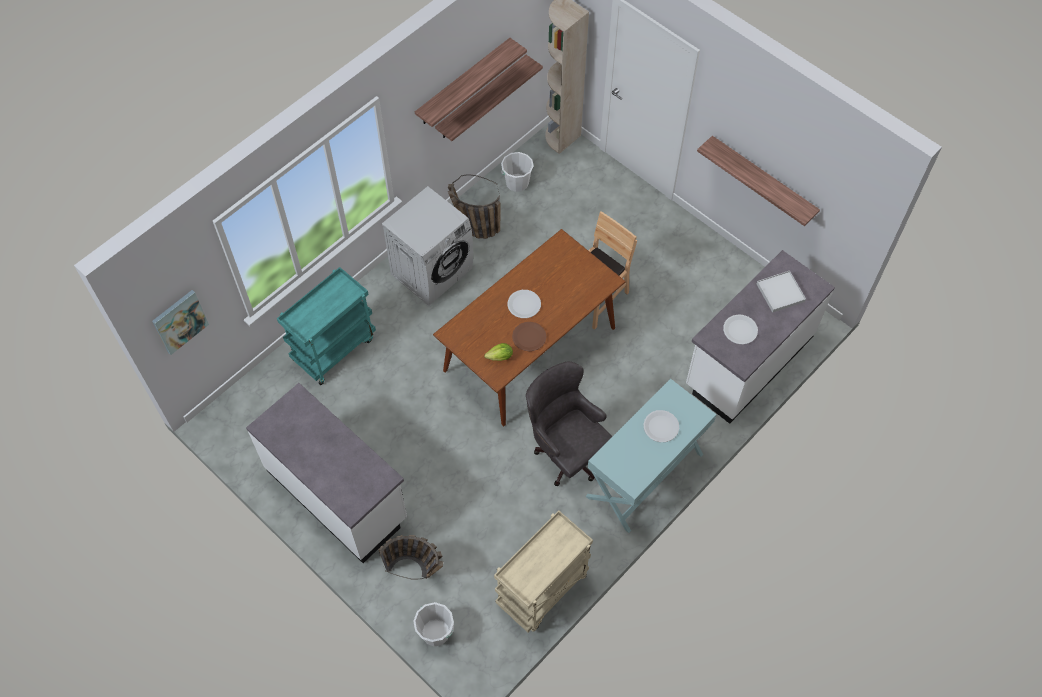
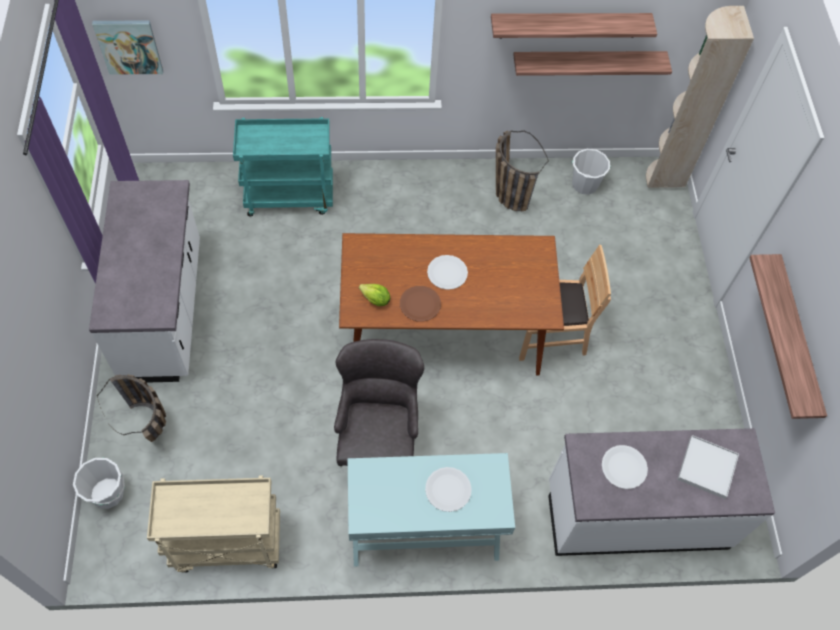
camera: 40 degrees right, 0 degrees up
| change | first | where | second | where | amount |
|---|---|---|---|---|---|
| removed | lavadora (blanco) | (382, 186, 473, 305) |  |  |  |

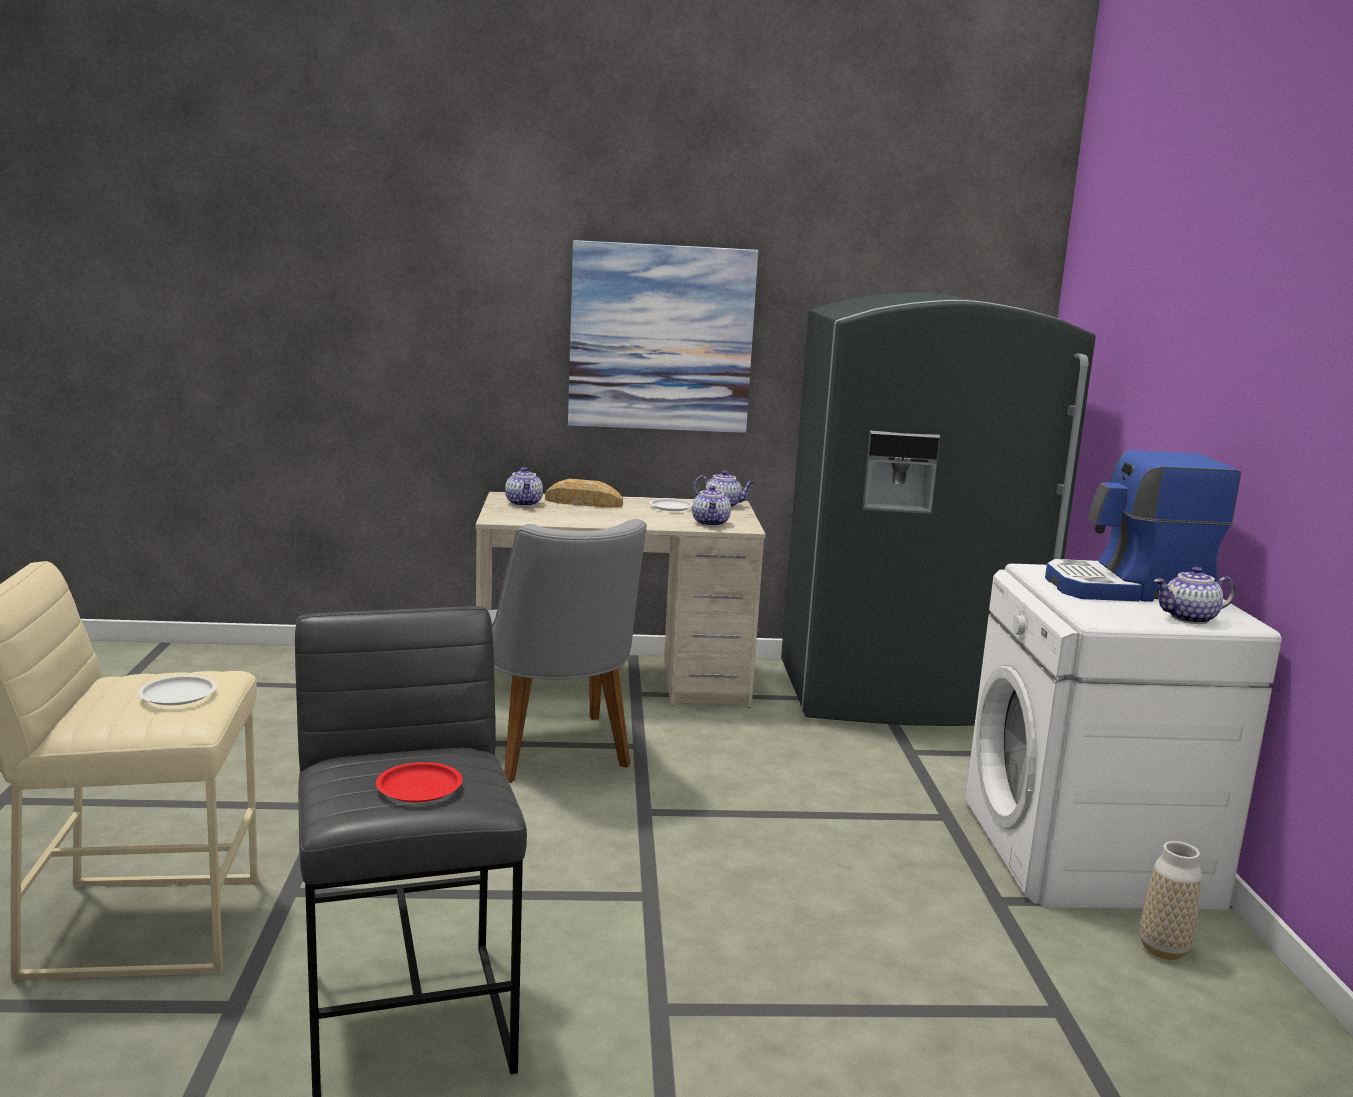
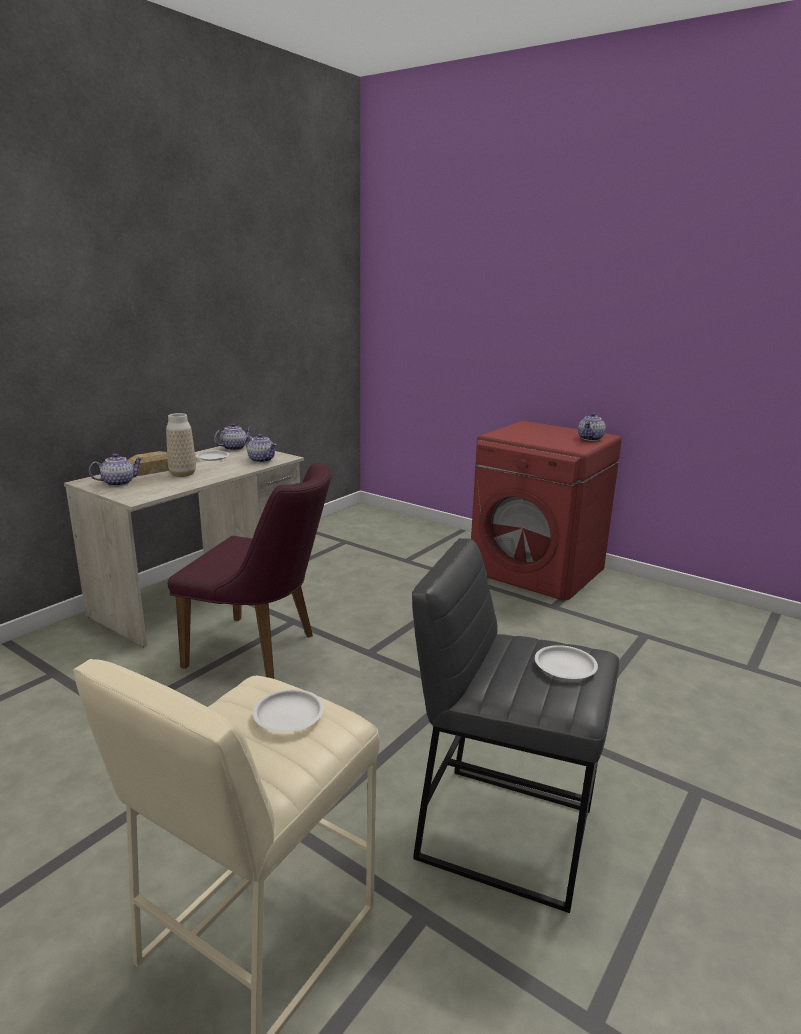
camera: 50 degrees left, 5 degrees up
| change | first | where | second | where | amount |
|---|---|---|---|---|---|
| removed | cuadro | (568, 240, 758, 433) |  |  |  |
| removed | nevera (gris) | (781, 292, 1096, 726) |  |  |  |
| removed | cafetera | (1045, 450, 1241, 602) |  |  |  |
| moved | florero | (1140, 841, 1202, 960) |  | (166, 413, 196, 477) |  |
| recoloured | plato (rojo) | (376, 762, 463, 802) | plato (blanco) | (535, 645, 598, 679) |  |
| recoloured | silla (gris) | (487, 519, 647, 783) | silla (morado) | (167, 462, 332, 679) |  |
| recoloured | lavadora (blanco) | (965, 564, 1281, 910) | lavadora (rojo) | (471, 421, 622, 601) |  |
| turned | tetera | (505, 467, 543, 507) |  | (89, 453, 143, 486) | 60 degrees counterclockwise |

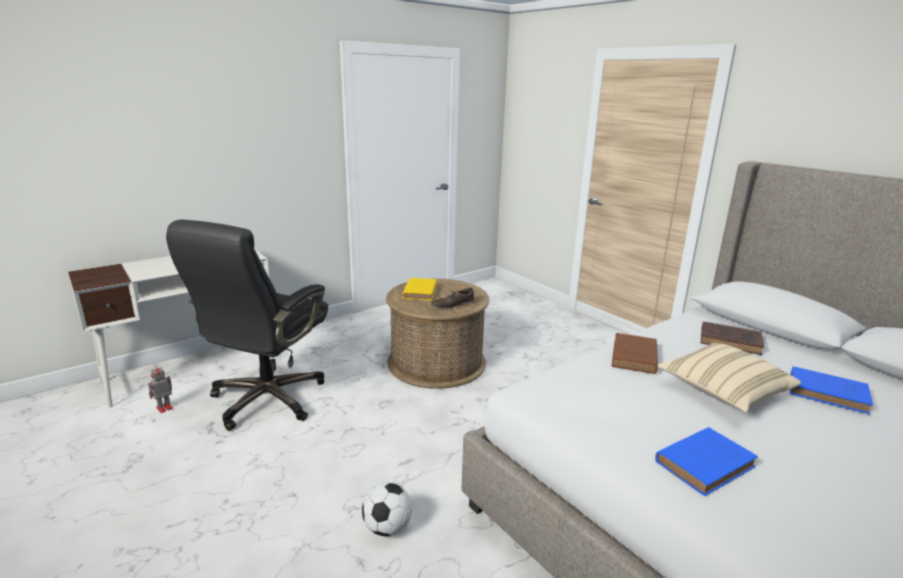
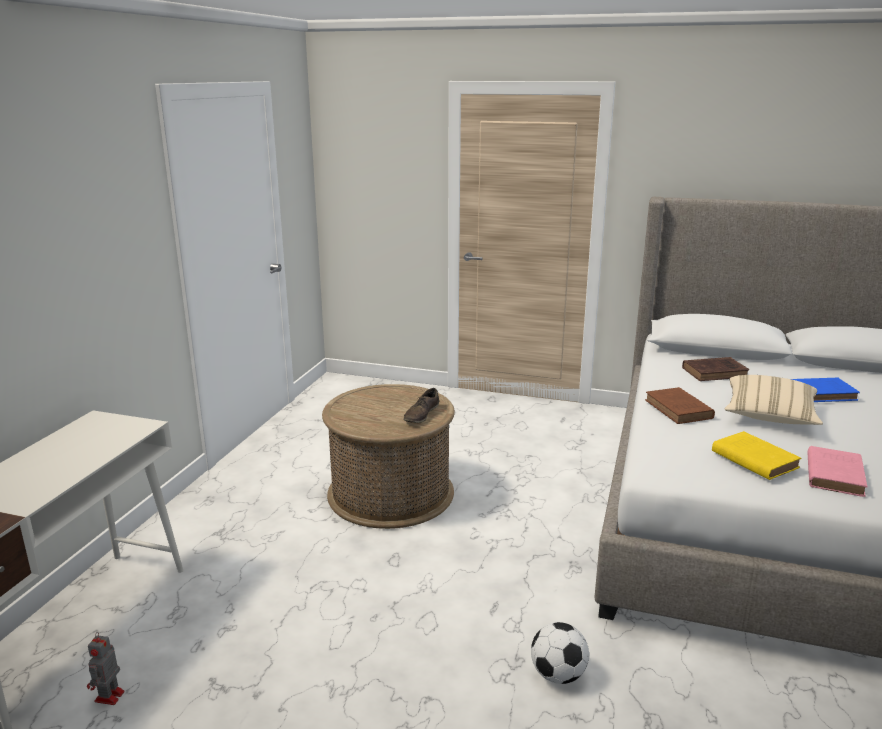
camera: 35 degrees left, 0 degrees up
| change | first | where | second | where | amount |
|---|---|---|---|---|---|
| removed | silla de oficina (negro) | (166, 219, 328, 431) |  |  |  |
| moved | libro (amarillo) | (402, 278, 436, 300) |  | (712, 431, 802, 480) |  |
| recoloured | libro (azul) | (655, 427, 758, 496) | libro (rosa) | (807, 446, 867, 497) |  |

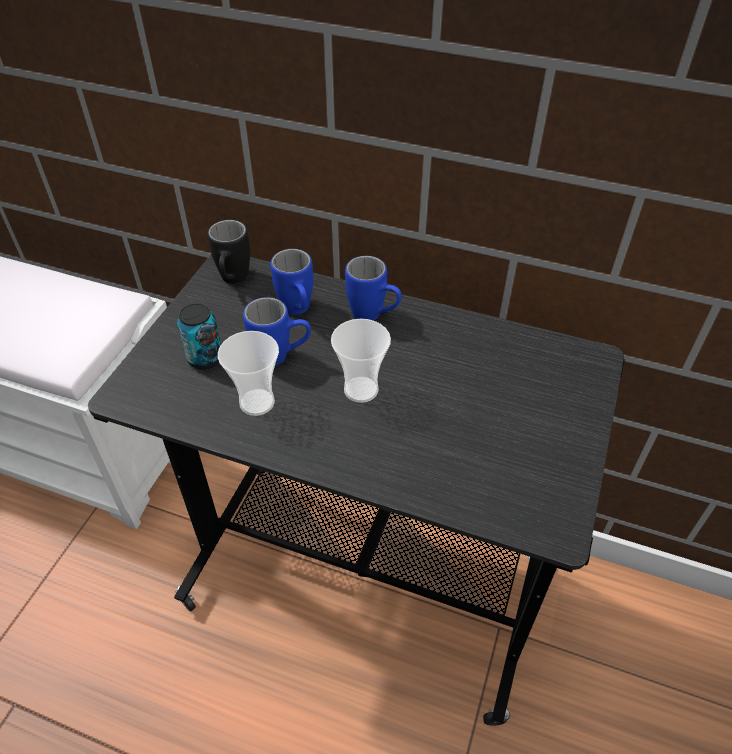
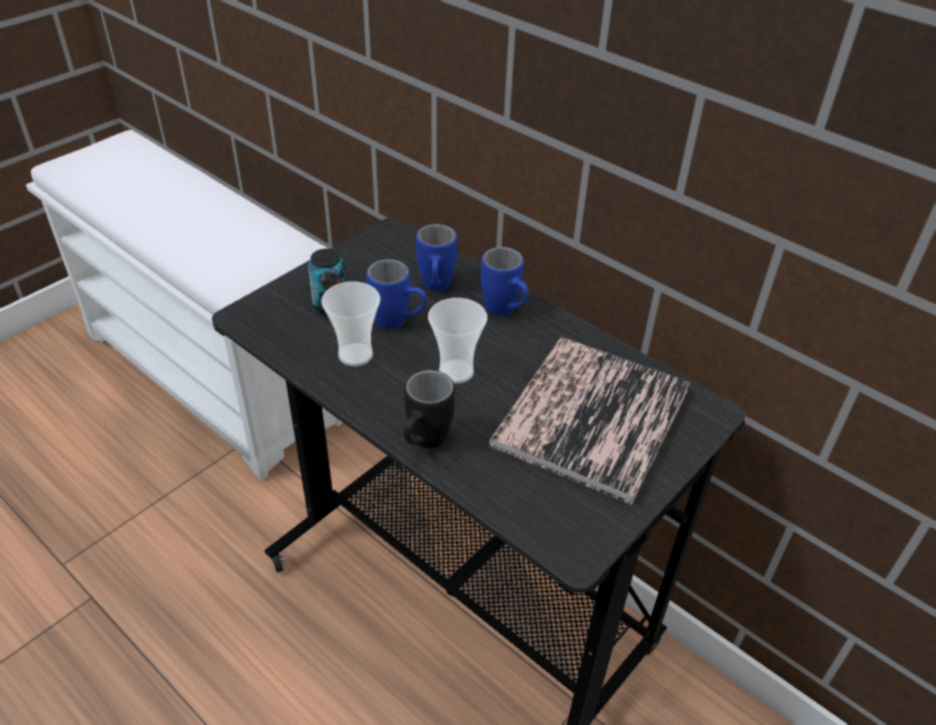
camera: 20 degrees right, 5 degrees down
| change | first | where | second | where | amount |
|---|---|---|---|---|---|
| added |  |  | libro | (489, 338, 690, 505) |  |
| moved | taza grande (negro) | (208, 220, 250, 284) |  | (404, 370, 455, 448) |  |

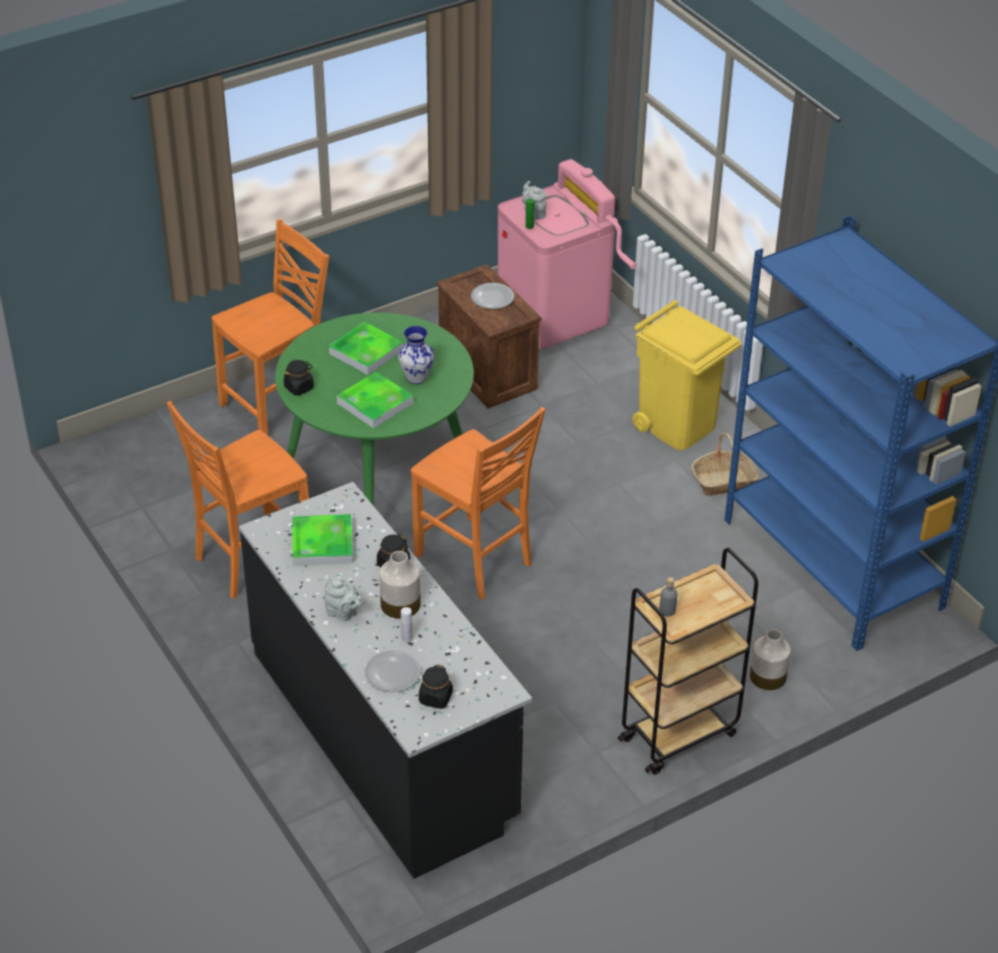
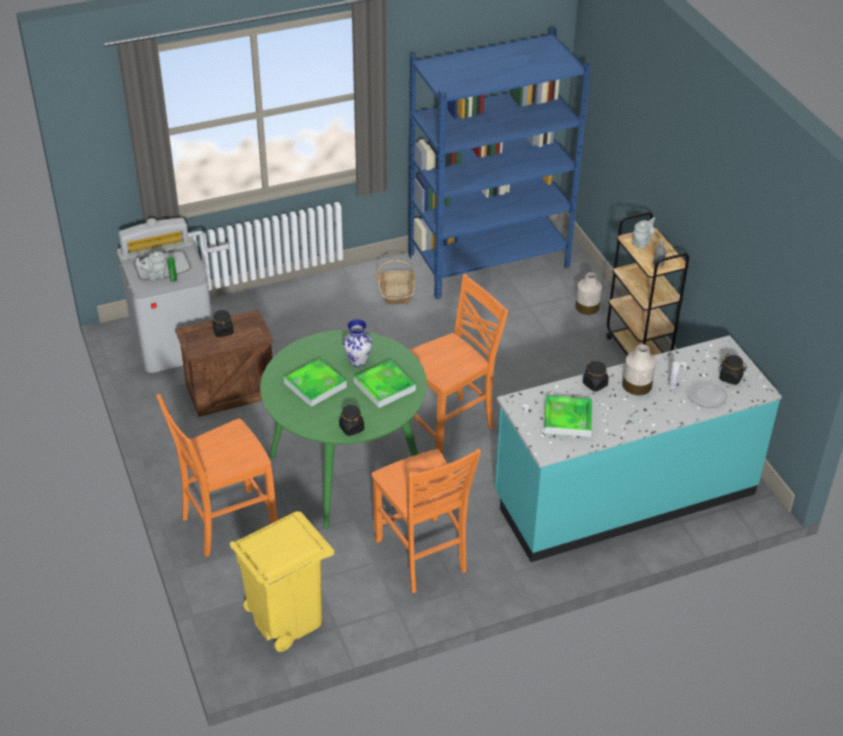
camera: 80 degrees left, 0 degrees up
| change | first | where | second | where | amount |
|---|---|---|---|---|---|
| moved | tetera (gris) | (324, 578, 366, 621) |  | (633, 217, 655, 249) |  |
| moved | papelera (amarillo) | (632, 300, 741, 450) |  | (230, 511, 334, 652) |  |
| replaced | plato | (471, 283, 514, 309) | tarro (negro) | (212, 310, 234, 337) |  |
| recoloured | mueble bajo de cocina (negro) | (239, 482, 532, 879) | mueble bajo de cocina (turquesa) | (495, 335, 782, 562) |  |
| recoloured | lavadora (rosa) | (498, 159, 637, 349) | lavadora (gris) | (117, 218, 229, 373) |  |
| turned | silla (naranja) | (211, 219, 329, 435) |  | (156, 394, 278, 557) | 90 degrees counterclockwise |

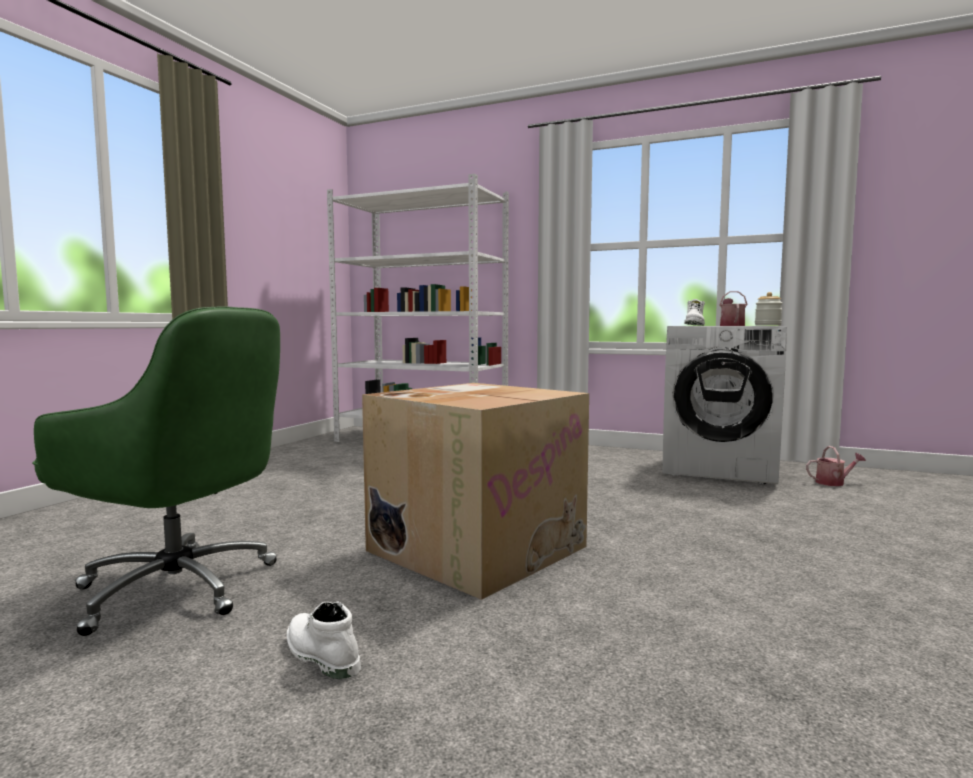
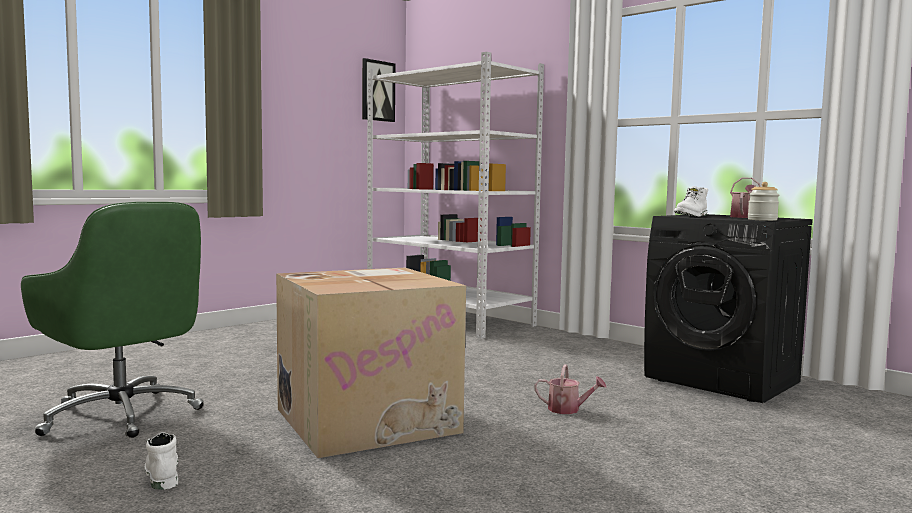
camera: 20 degrees right, 0 degrees up
| change | first | where | second | where | amount |
|---|---|---|---|---|---|
| added |  |  | cuadro | (362, 58, 395, 122) |  |
| moved | regadera | (806, 446, 866, 486) |  | (534, 364, 607, 414) |  |
| recoloured | lavadora (blanco) | (662, 326, 787, 484) | lavadora (negro) | (644, 214, 813, 403) |  |

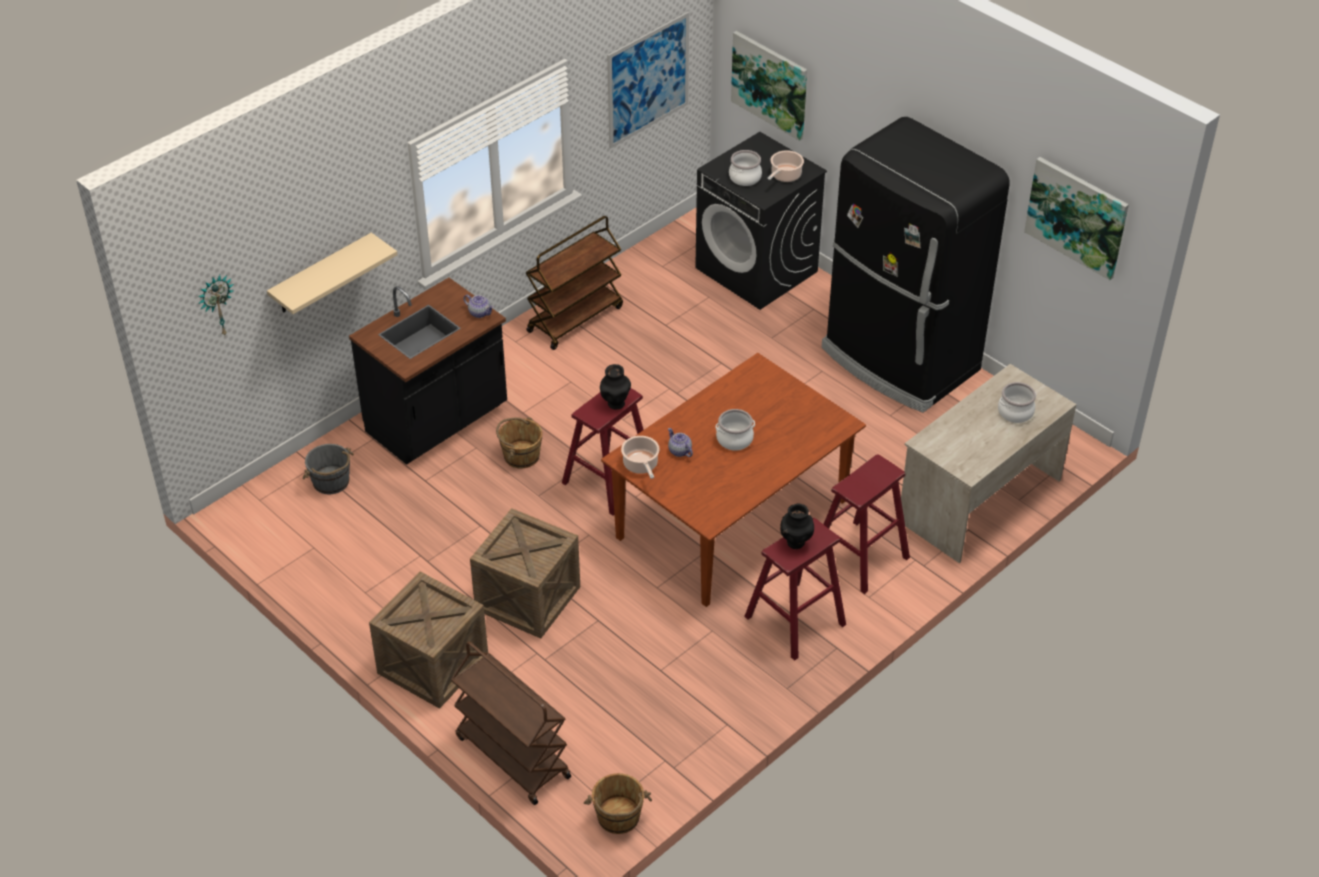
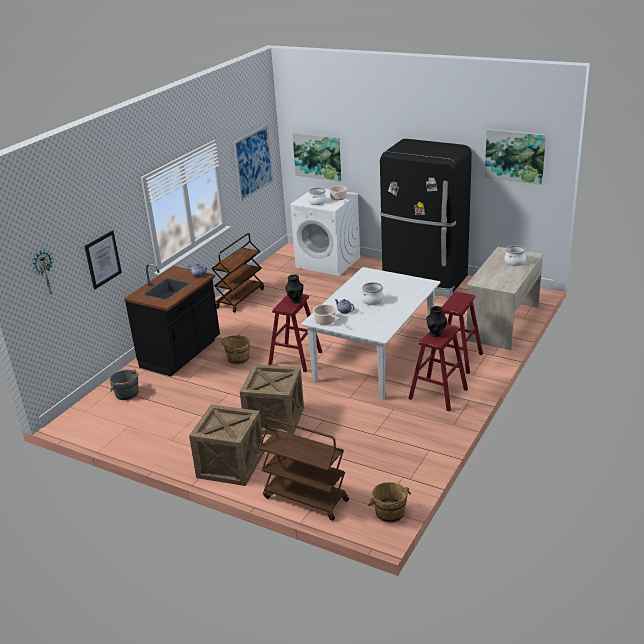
camera: 15 degrees left, 15 degrees down
| change | first | where | second | where | amount |
|---|---|---|---|---|---|
| replaced | estante (beis) | (267, 233, 398, 314) | cuadro | (84, 231, 122, 289) |  |
| recoloured | mesa de comedor (marrón) | (601, 353, 866, 607) | mesa de comedor (blanco) | (301, 267, 441, 400) |  |
| recoloured | lavadora (negro) | (695, 132, 827, 310) | lavadora (blanco) | (290, 187, 360, 276) |  |

